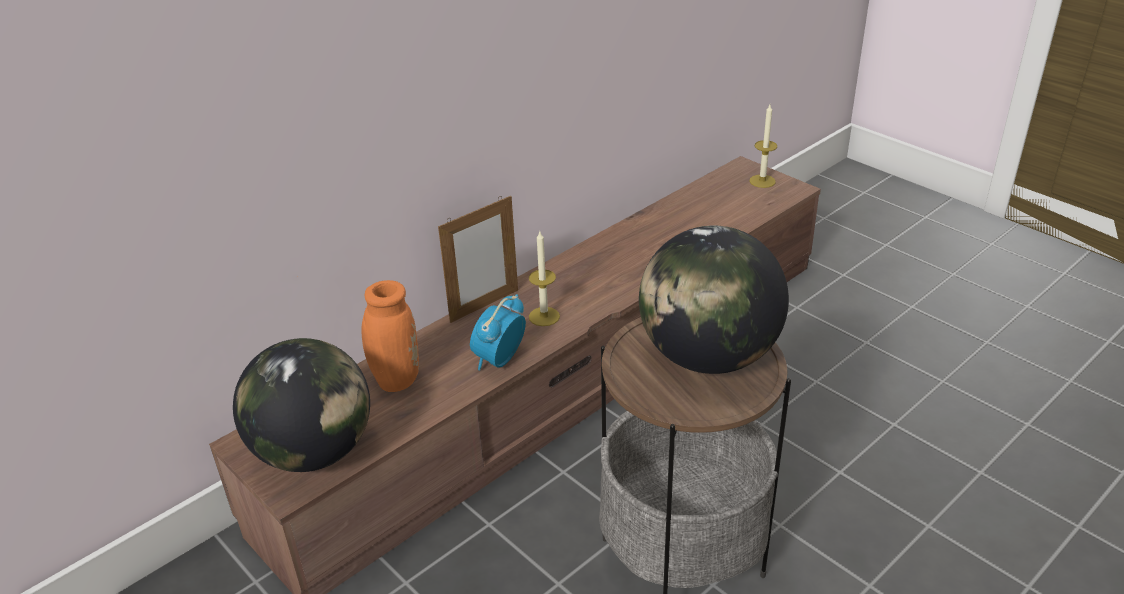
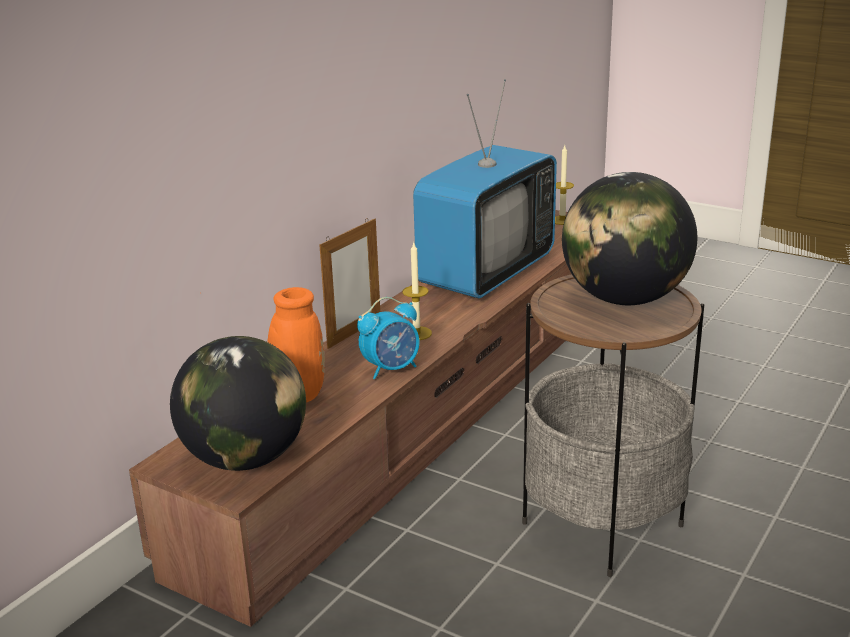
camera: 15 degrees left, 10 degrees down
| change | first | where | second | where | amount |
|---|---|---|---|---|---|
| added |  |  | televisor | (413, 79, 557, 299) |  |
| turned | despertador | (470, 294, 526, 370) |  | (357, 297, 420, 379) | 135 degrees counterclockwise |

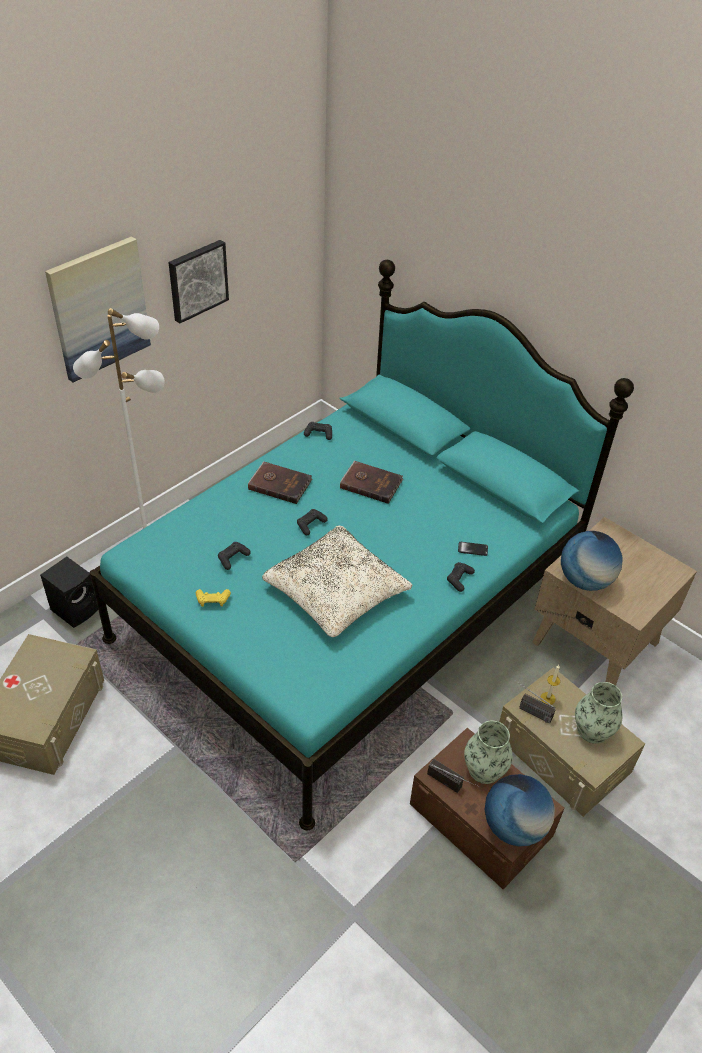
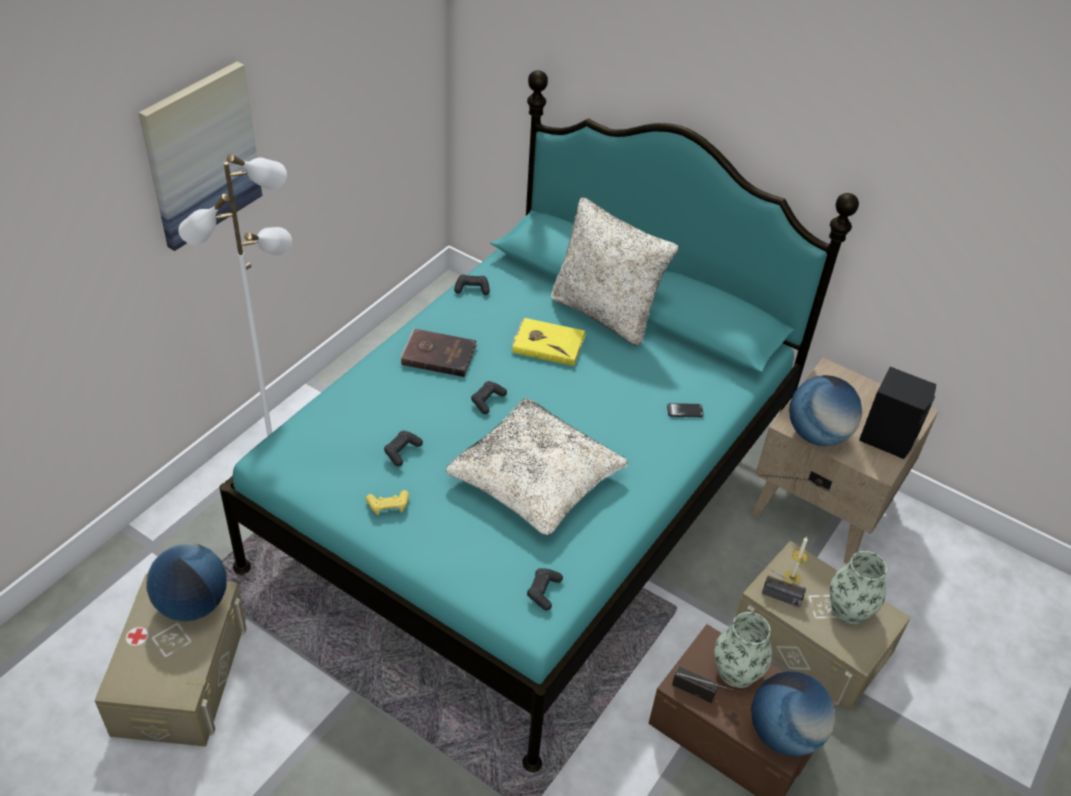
camera: 10 degrees left, 0 degrees up
| change | first | where | second | where | amount |
|---|---|---|---|---|---|
| removed | cuadro | (168, 240, 229, 323) |  |  |  |
| added |  |  | globo terráqueo | (146, 543, 227, 621) |  |
| added |  |  | cojín (beis) | (551, 197, 679, 345) |  |
| moved | altavoz (negro) | (40, 557, 98, 628) |  | (859, 367, 936, 459) |  |
| moved | mando de consola (negro) | (447, 562, 475, 592) |  | (527, 568, 563, 610) |  |
| recoloured | libro (marrón) | (340, 461, 403, 504) | libro (amarillo) | (511, 317, 586, 366) |  |

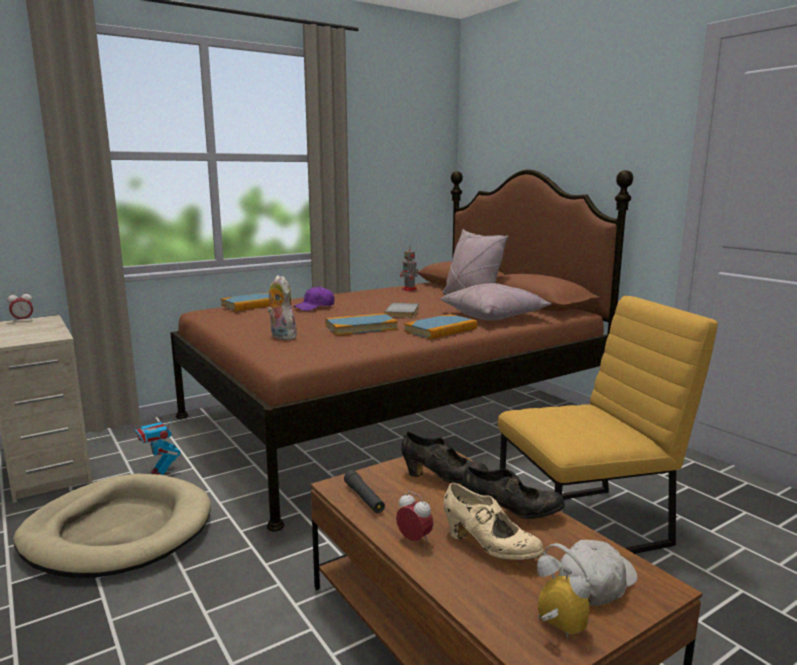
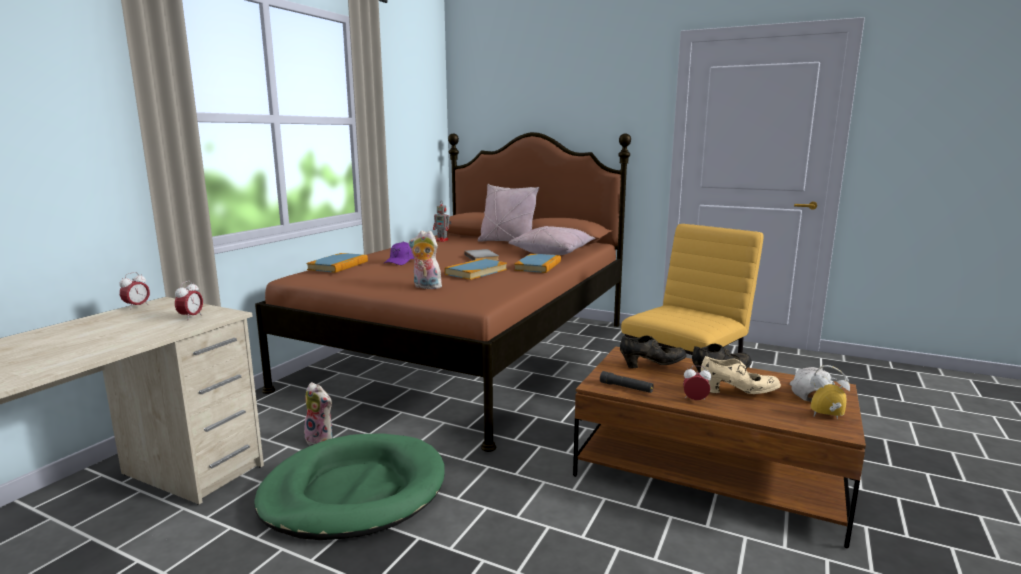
camera: 30 degrees left, 0 degrees up
| change | first | where | second | where | amount |
|---|---|---|---|---|---|
| added |  |  | despertador | (175, 281, 203, 319) |  |
| replaced | robot de juguete | (135, 411, 181, 475) | peluche | (304, 382, 333, 445) |  |
| recoloured | cama para perro (beis) | (13, 474, 211, 578) | cama para perro (verde) | (254, 433, 445, 540) |  |

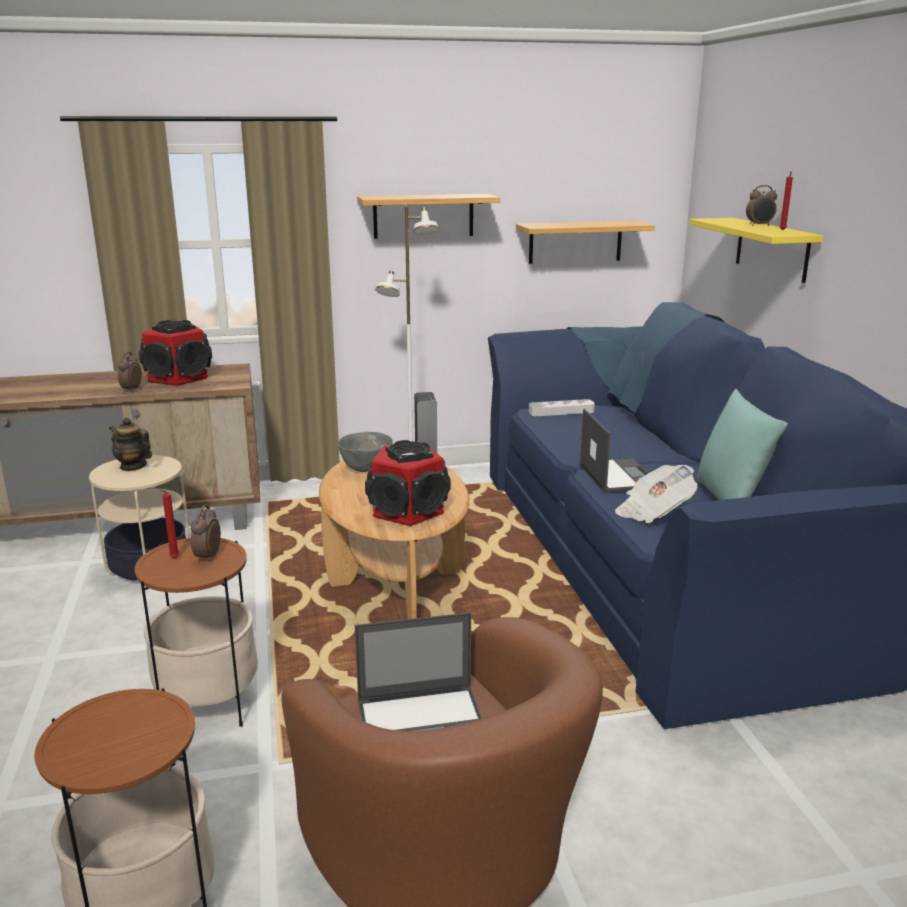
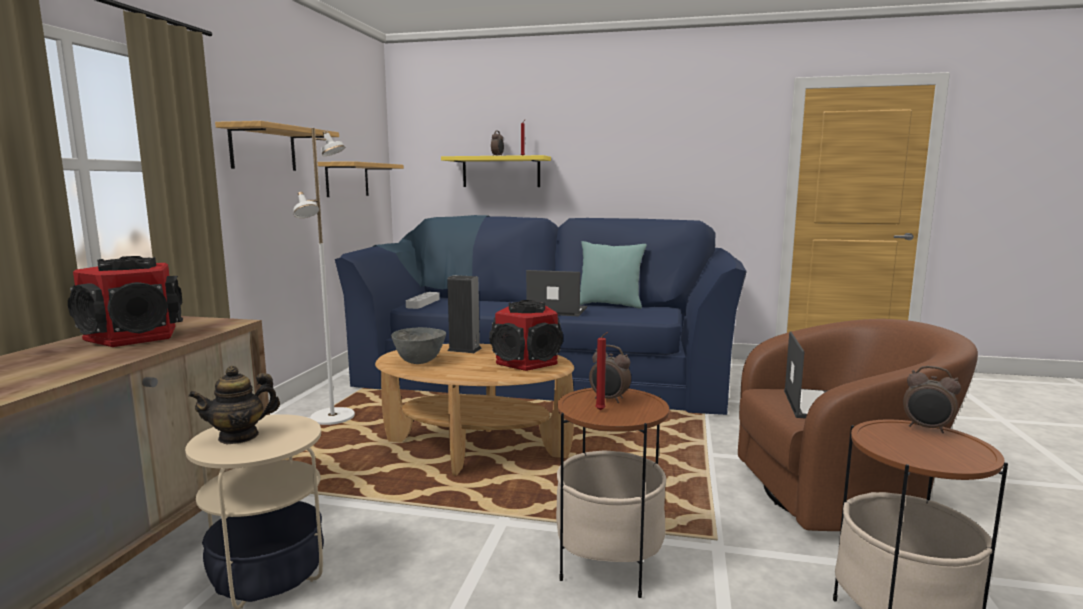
camera: 65 degrees left, 10 degrees down
| change | first | where | second | where | amount |
|---|---|---|---|---|---|
| removed | periódico | (615, 465, 698, 523) |  |  |  |
| moved | despertador | (118, 352, 142, 393) |  | (903, 366, 961, 433) |  |

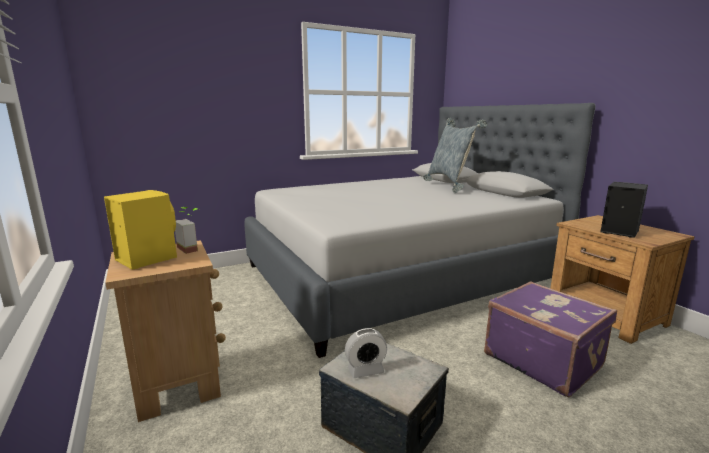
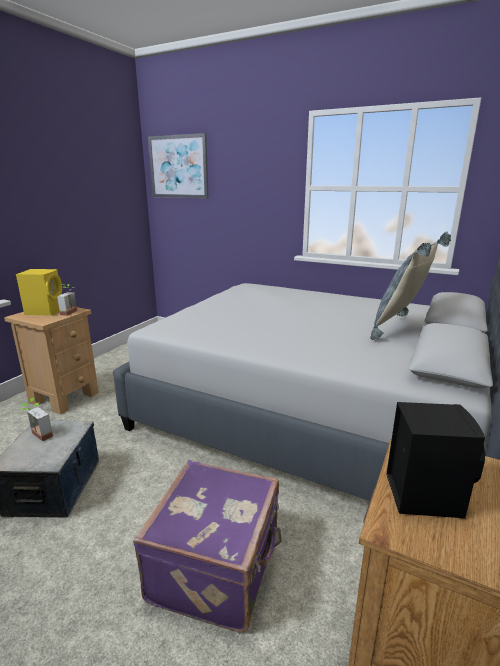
camera: 55 degrees right, 5 degrees up
| change | first | where | second | where | amount |
|---|---|---|---|---|---|
| added |  |  | cuadro | (148, 133, 209, 198) |  |
| replaced | despertador | (345, 328, 387, 378) | planta en maceta | (21, 398, 53, 442) |  |

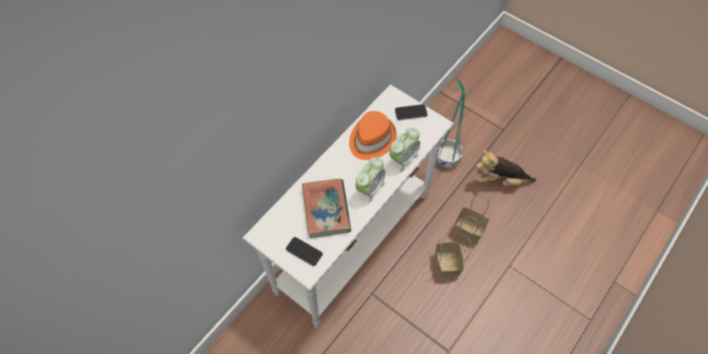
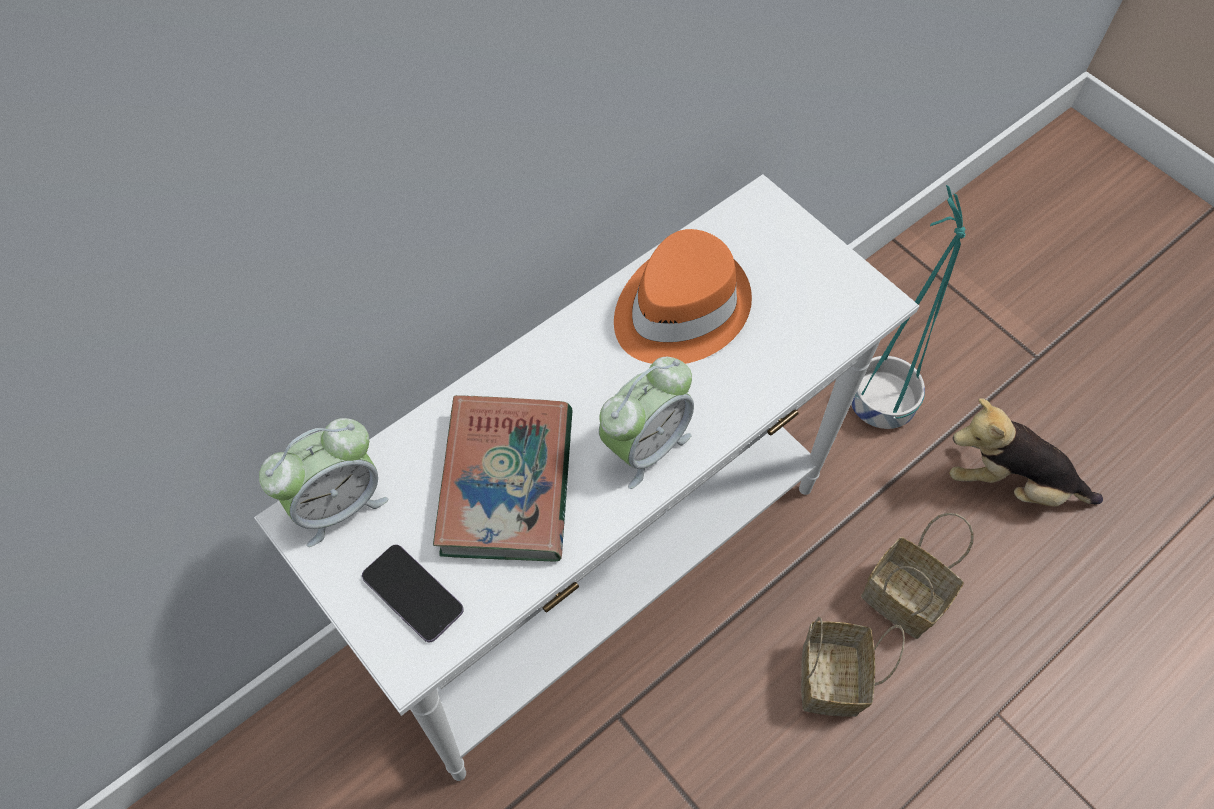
camera: 10 degrees right, 0 degrees up
| change | first | where | second | where | amount |
|---|---|---|---|---|---|
| removed | móvil | (395, 104, 427, 120) |  |  |  |
| moved | despertador | (389, 128, 420, 173) |  | (259, 418, 388, 547) |  |

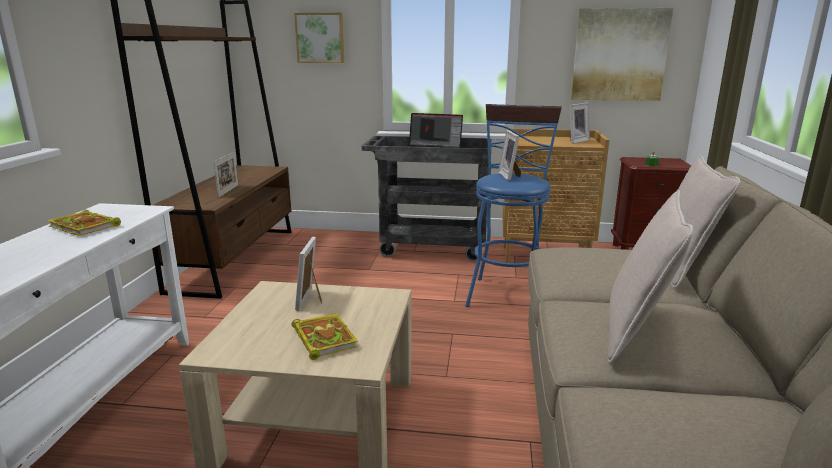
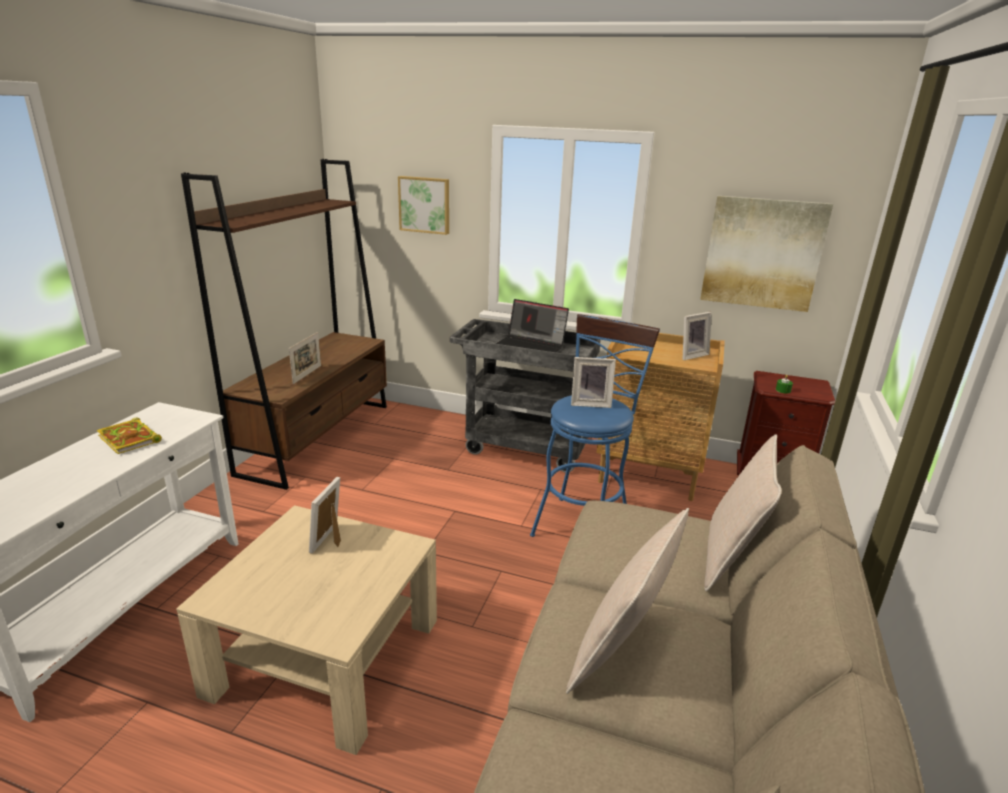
camera: 10 degrees right, 5 degrees up
| change | first | where | second | where | amount |
|---|---|---|---|---|---|
| removed | libro | (292, 313, 358, 360) |  |  |  |
| turned | portarretratos | (498, 130, 521, 181) |  | (571, 357, 616, 408) | 90 degrees counterclockwise |

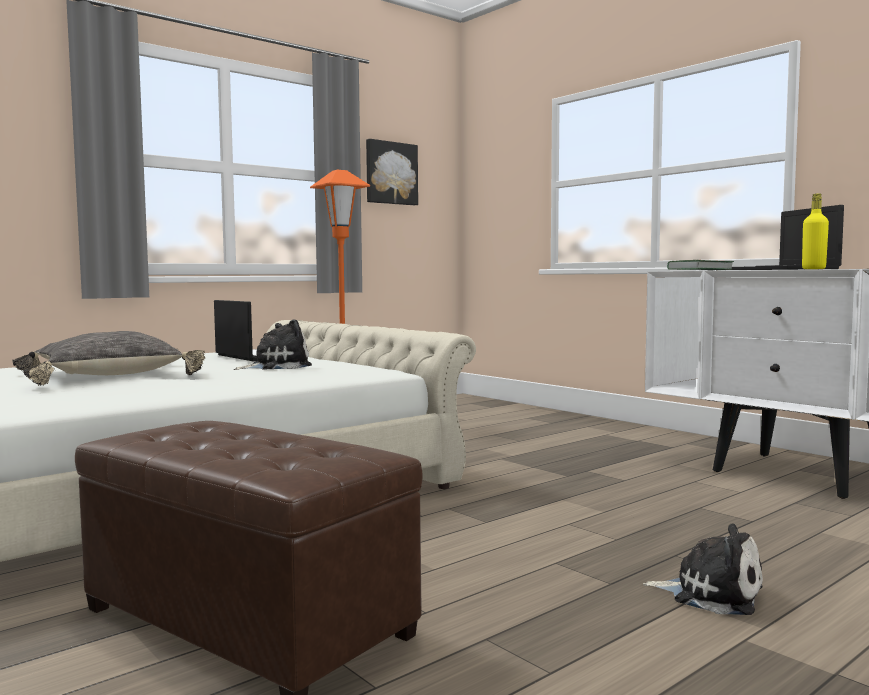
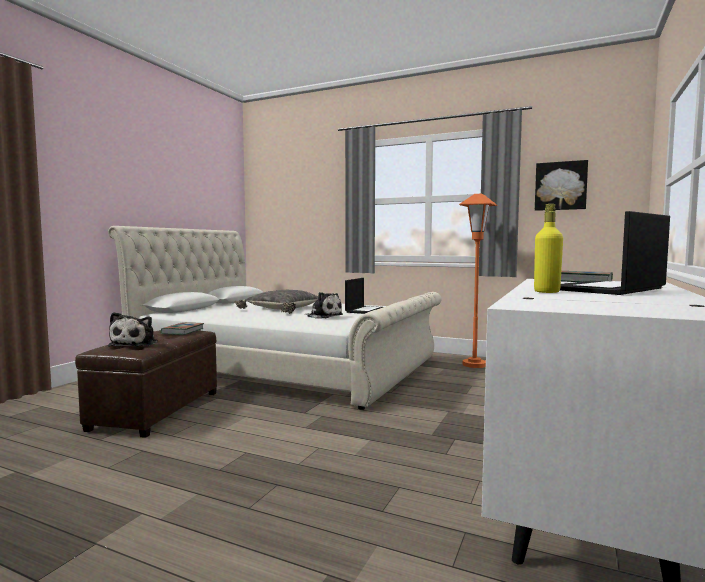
camera: 65 degrees right, 0 degrees up
| change | first | where | second | where | amount |
|---|---|---|---|---|---|
| added |  |  | libro | (160, 322, 204, 335) |  |
| moved | peluche | (643, 523, 763, 615) |  | (108, 312, 158, 347) |  |

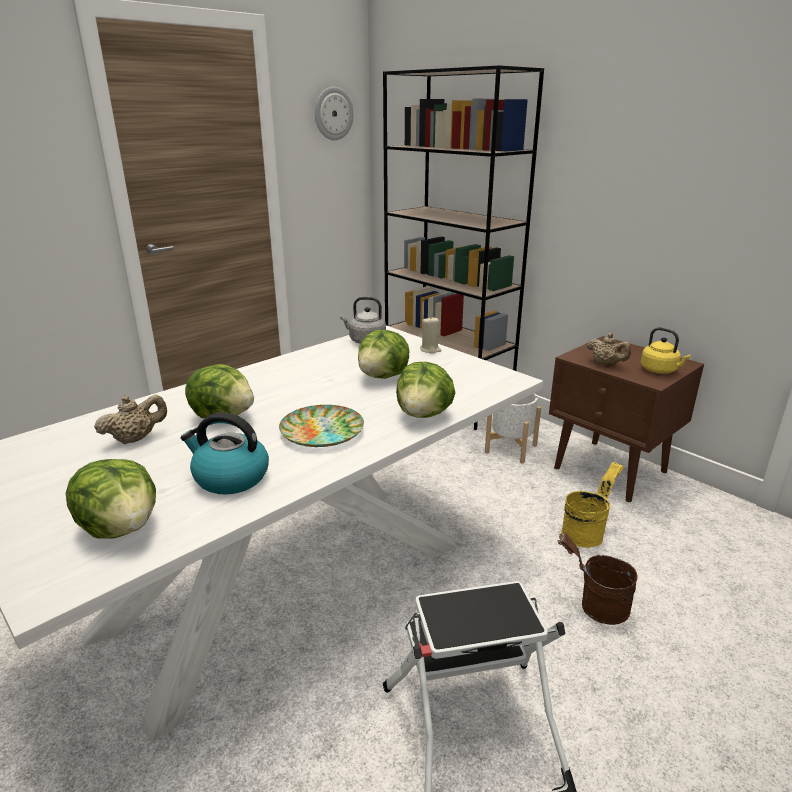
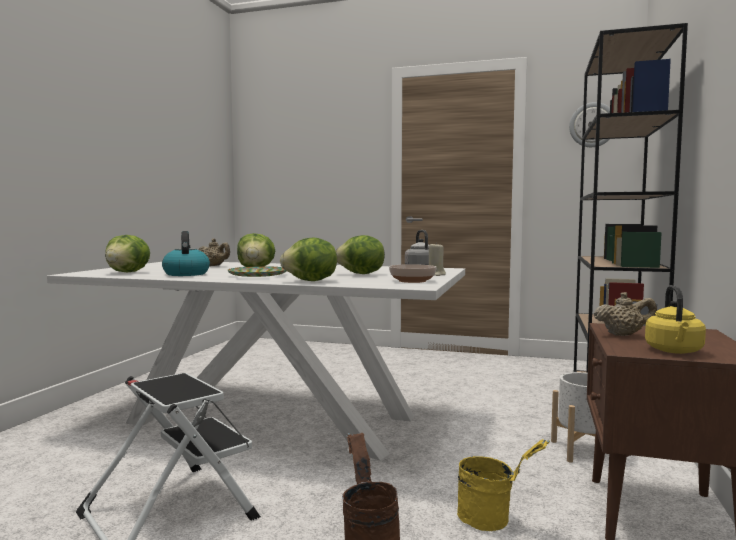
camera: 60 degrees right, 20 degrees down
| change | first | where | second | where | amount |
|---|---|---|---|---|---|
| added |  |  | cuenco | (389, 264, 436, 283) |  |
| turned | tetera (beis) | (587, 333, 631, 365) |  | (594, 292, 657, 336) | 105 degrees counterclockwise |

